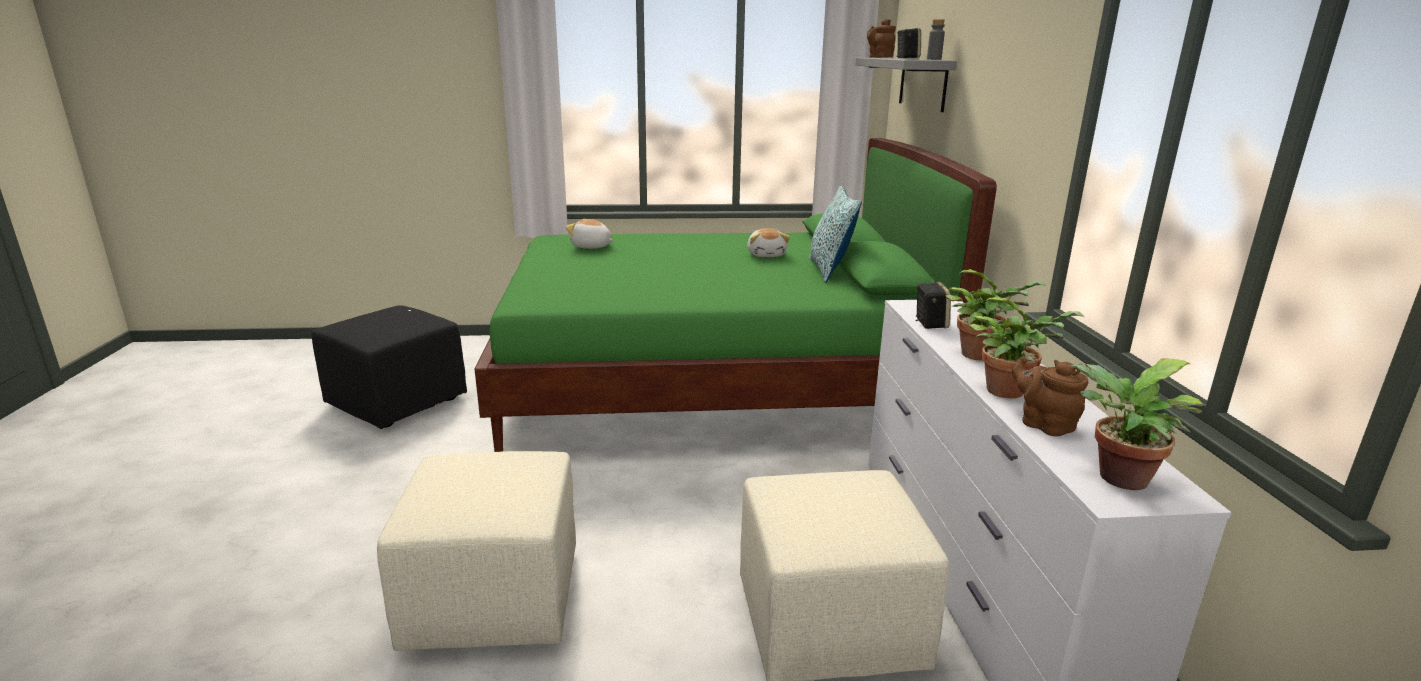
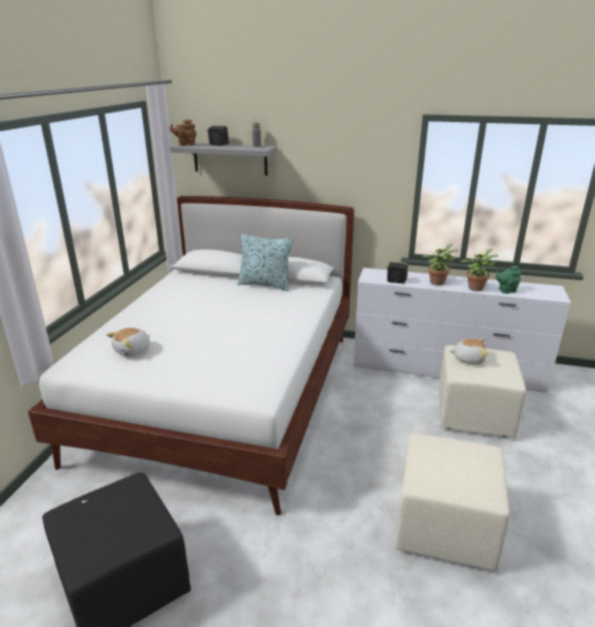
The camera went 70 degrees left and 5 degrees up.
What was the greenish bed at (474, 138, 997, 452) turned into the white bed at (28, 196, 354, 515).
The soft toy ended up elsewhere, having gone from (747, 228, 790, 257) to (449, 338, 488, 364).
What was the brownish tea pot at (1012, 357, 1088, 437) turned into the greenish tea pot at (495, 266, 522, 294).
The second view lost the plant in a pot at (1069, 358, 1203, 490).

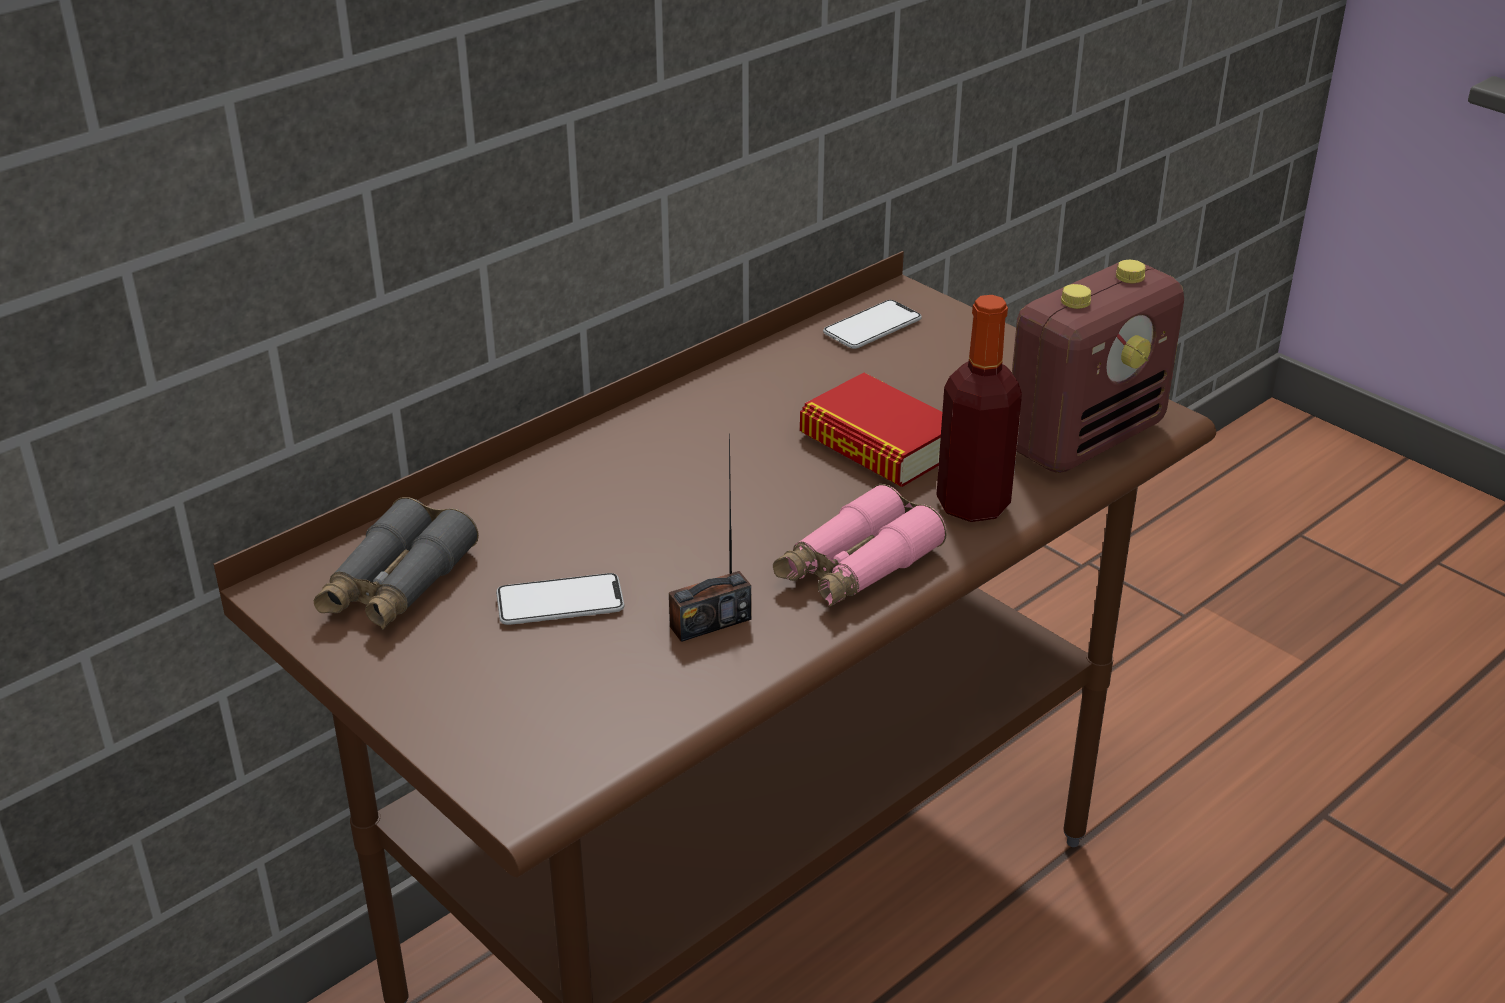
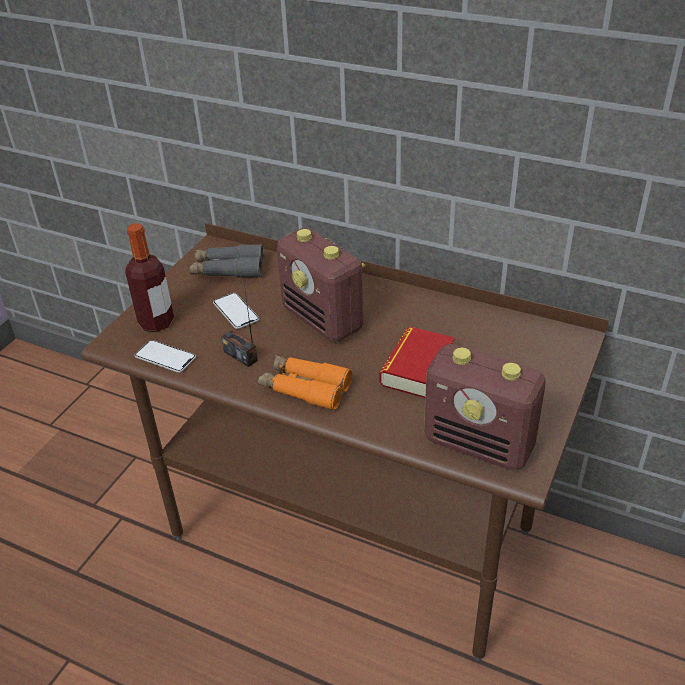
The camera went 70 degrees right and 5 degrees up.
The beverage bottle ended up elsewhere, having gone from (936, 295, 1022, 522) to (125, 223, 174, 332).
The handset ended up elsewhere, having gone from (823, 300, 922, 349) to (135, 340, 196, 373).
What was the pink-coloured pair of binoculars at (773, 484, 947, 607) turned into the orange pair of binoculars at (258, 355, 352, 410).
The second view gained the radio at (277, 228, 365, 342).

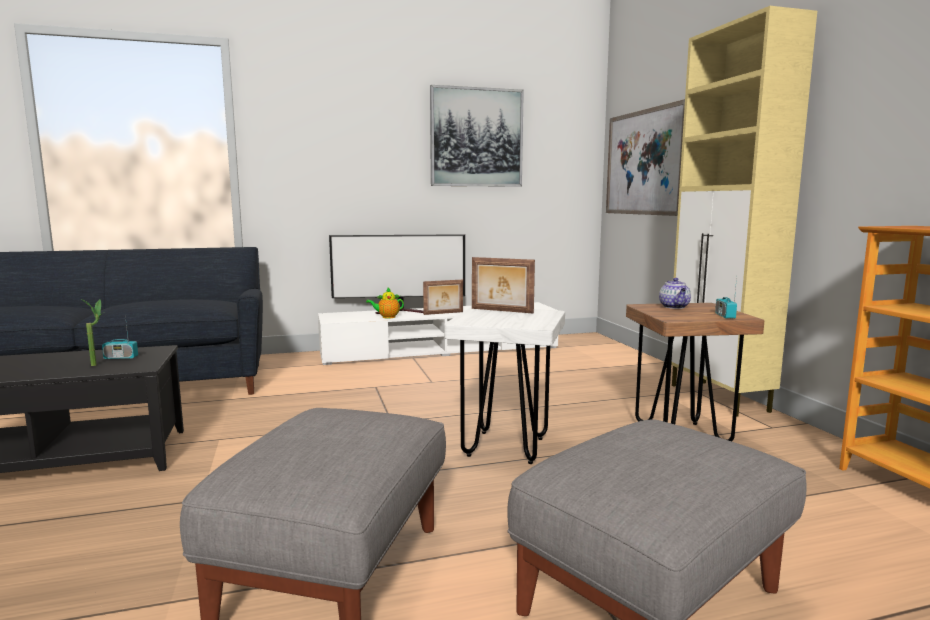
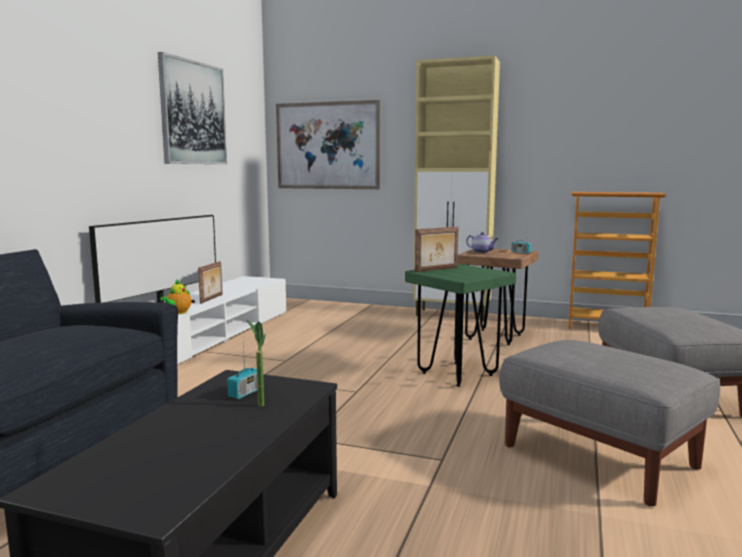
The camera went 55 degrees left and 0 degrees up.
What was the white stool at (444, 307, 565, 464) turned into the greenish stool at (405, 264, 516, 387).

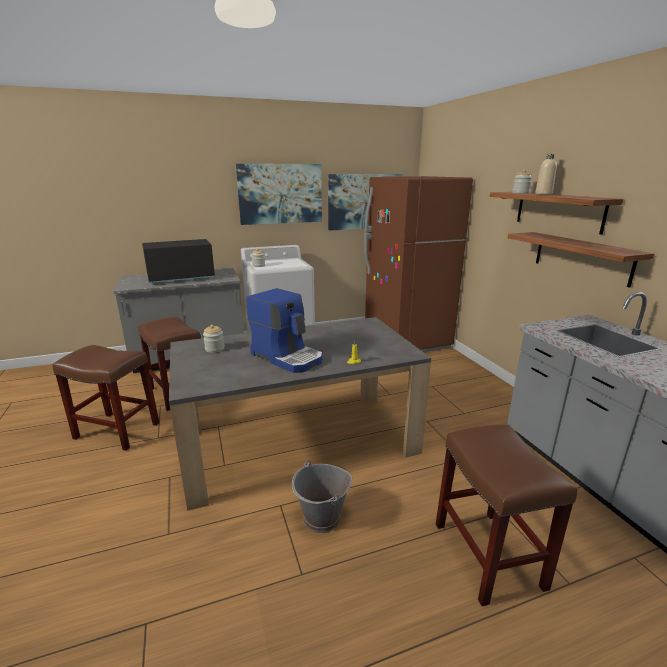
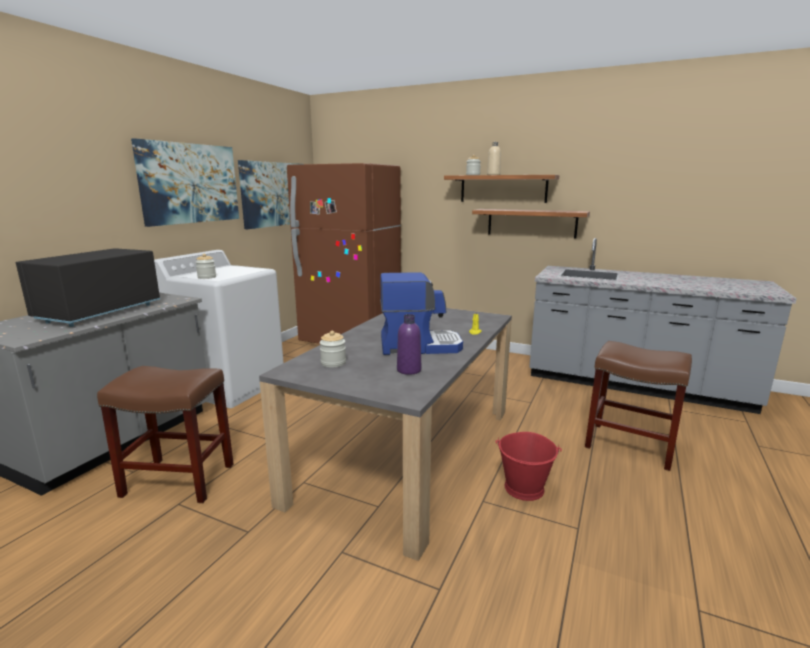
The camera went 45 degrees left and 5 degrees down.
The second view lost the brownish stool at (52, 345, 159, 451).
What was the greyish water bucket at (292, 461, 352, 533) turned into the reddish water bucket at (495, 432, 562, 501).
The second view gained the purple beverage bottle at (397, 314, 421, 375).

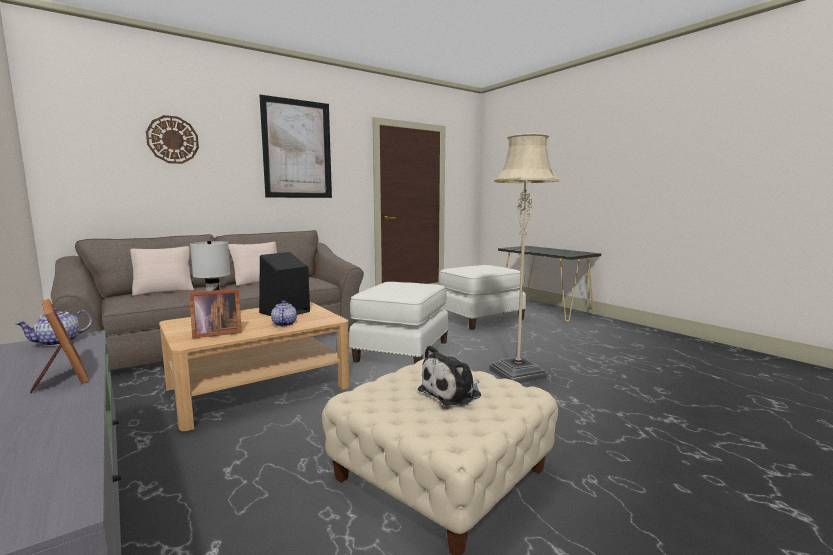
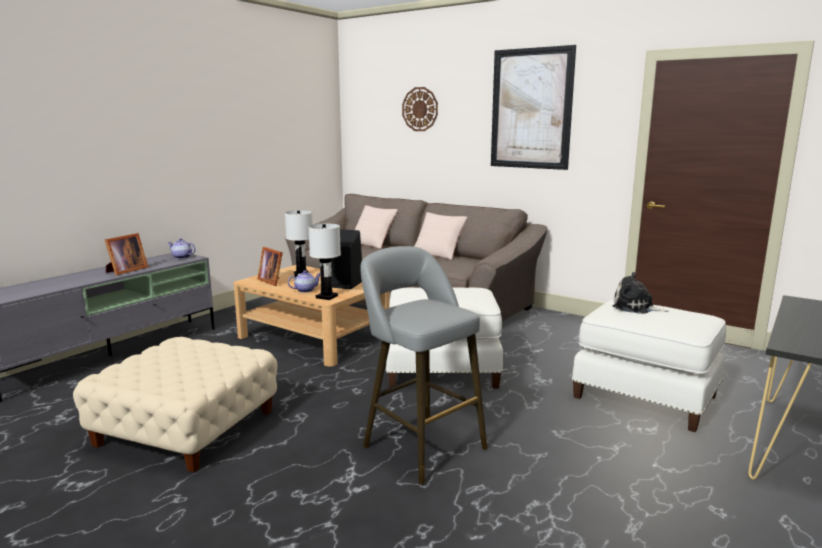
The camera went 70 degrees right and 5 degrees up.
Where the sand-coloured floor lamp stood at (489, 133, 560, 384), the greyish stool came to stand at (360, 246, 488, 485).
The soft toy ended up elsewhere, having gone from (418, 345, 481, 406) to (613, 272, 669, 314).
The second view gained the white lamp for a table at (308, 224, 341, 300).

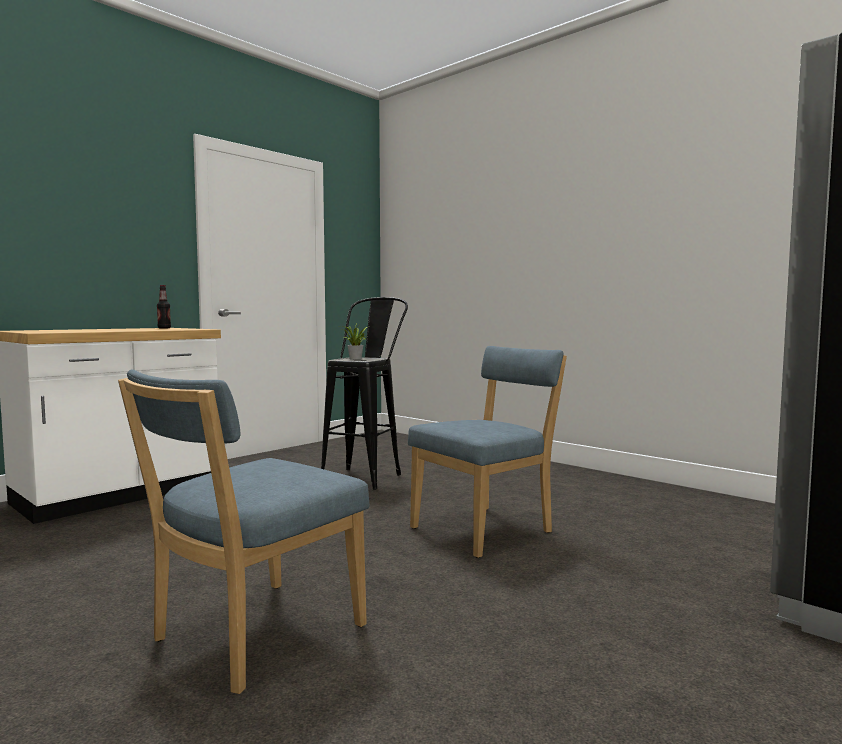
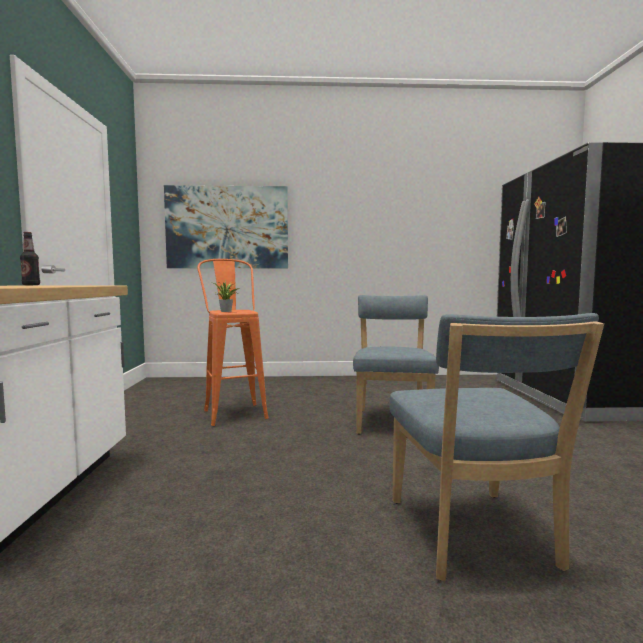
The camera went 45 degrees left and 0 degrees up.
What was the blackish stool at (321, 297, 408, 490) turned into the orange stool at (197, 259, 269, 426).
The second view gained the wall art at (164, 185, 288, 268).

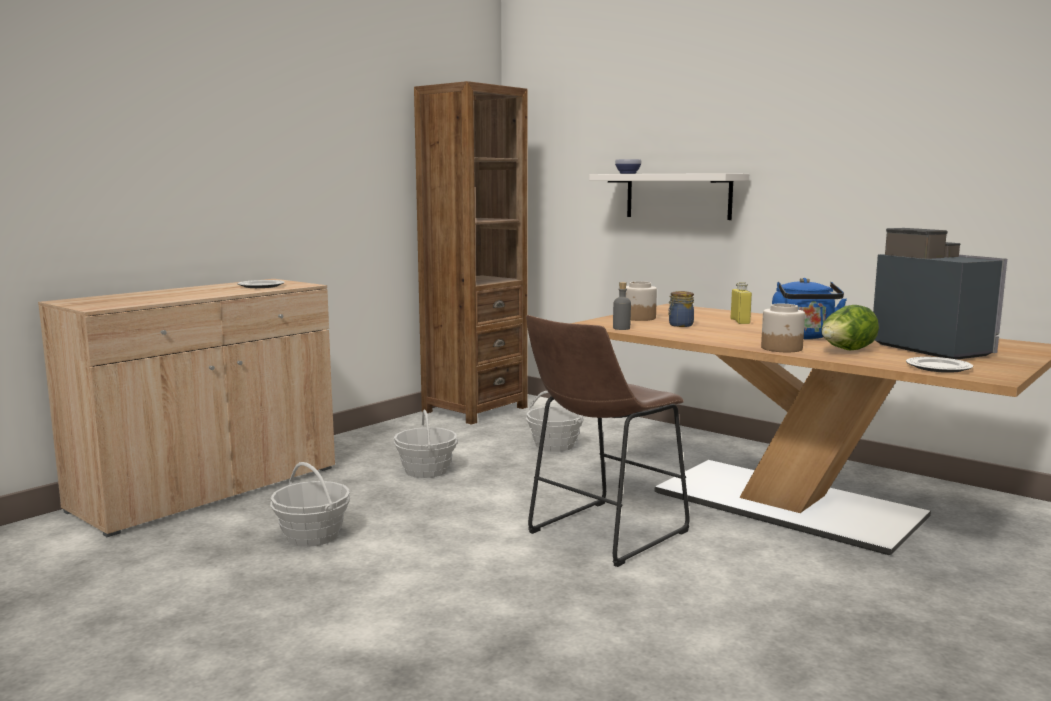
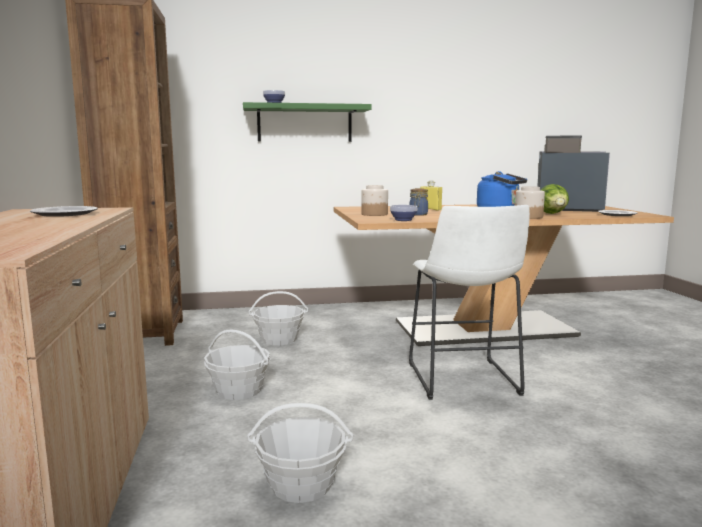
The camera went 50 degrees left and 0 degrees up.
What was the white shelf at (589, 173, 749, 220) turned into the greenish shelf at (243, 102, 372, 142).
Where the greyish beverage bottle stood at (613, 282, 631, 330), the bowl came to stand at (390, 205, 417, 221).
What was the brownish stool at (526, 315, 689, 567) turned into the white stool at (409, 205, 530, 400).

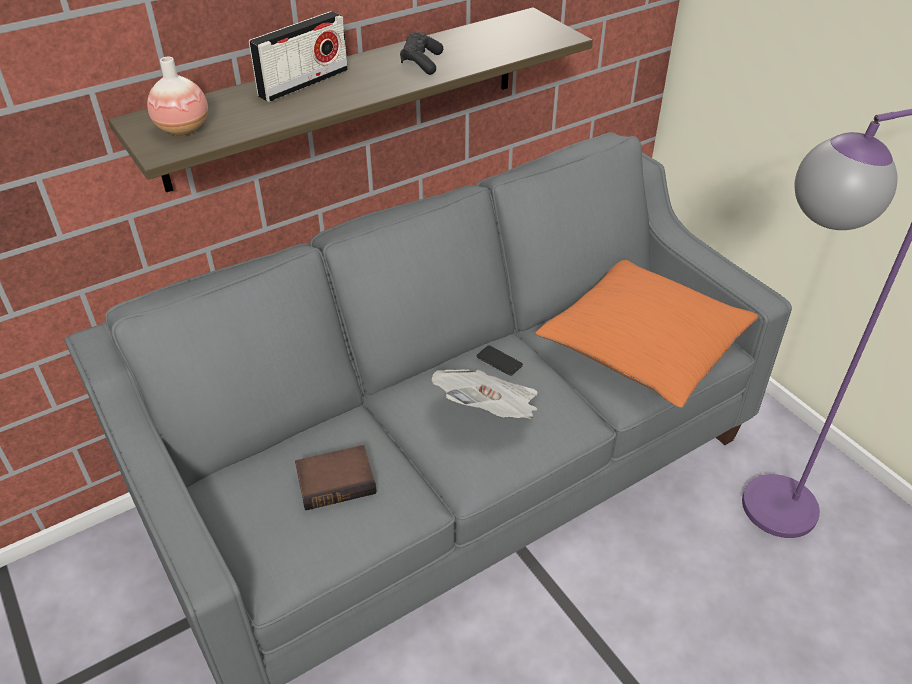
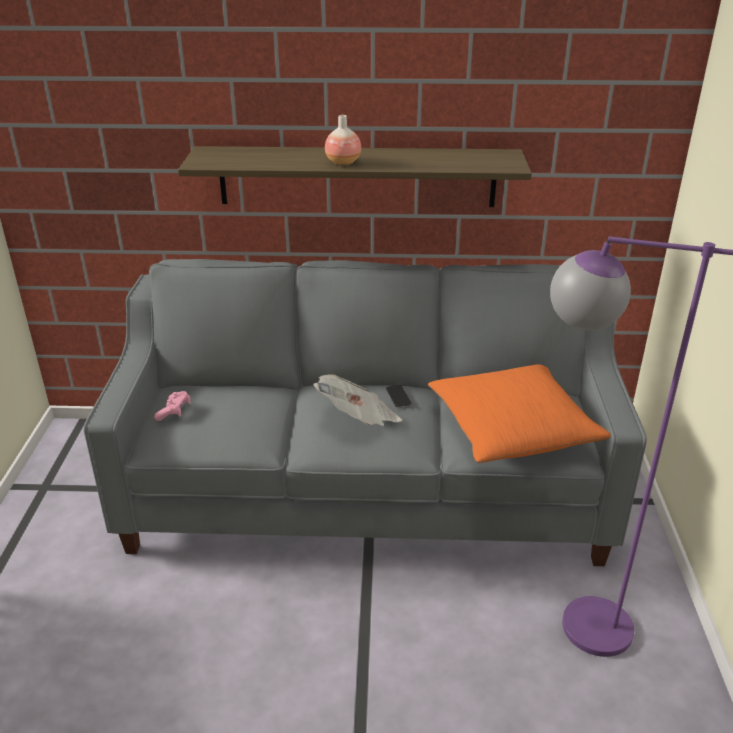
The camera went 35 degrees right and 10 degrees down.
The second view lost the radio at (249, 11, 348, 102).
The second view lost the blackish joypad at (400, 32, 443, 75).
The decorative vase ended up elsewhere, having gone from (147, 57, 208, 136) to (325, 115, 361, 166).
The second view lost the volume at (295, 445, 376, 510).
The second view gained the pink-coloured joypad at (154, 391, 190, 421).

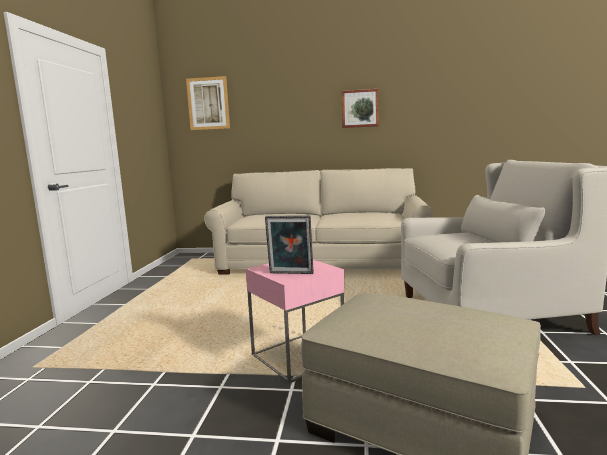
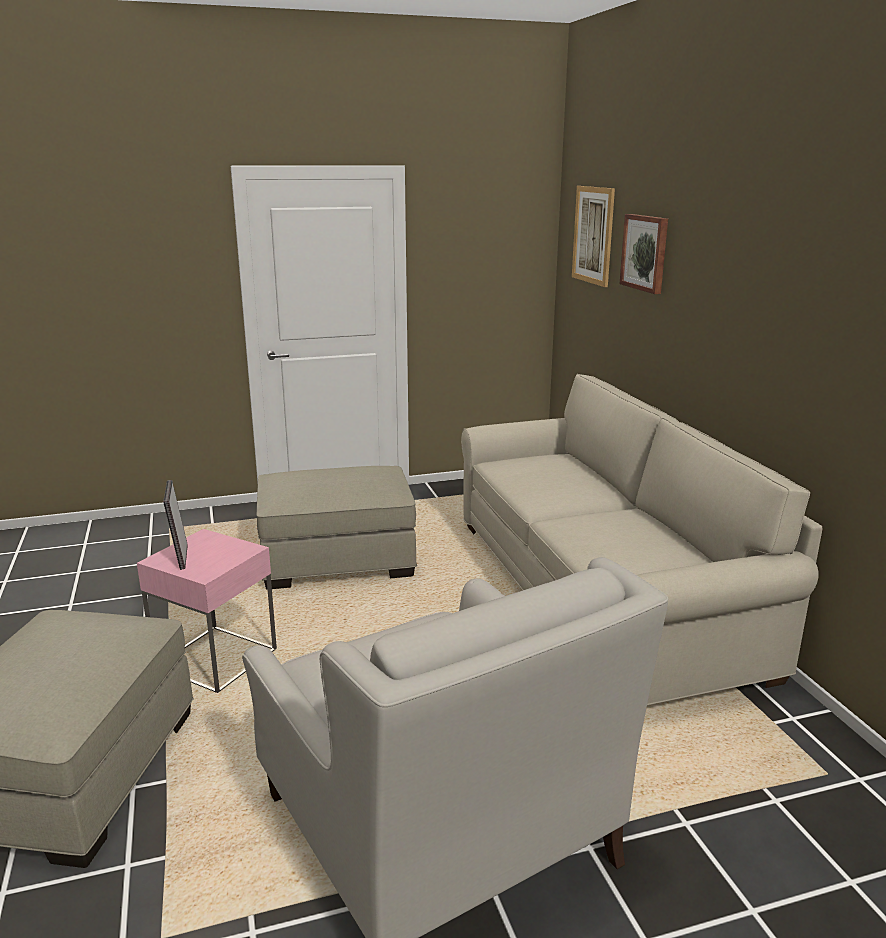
The camera went 65 degrees right and 10 degrees up.
The wall art ended up elsewhere, having gone from (342, 89, 379, 128) to (620, 214, 668, 294).
The second view gained the sand-coloured pouffe at (256, 466, 417, 589).

